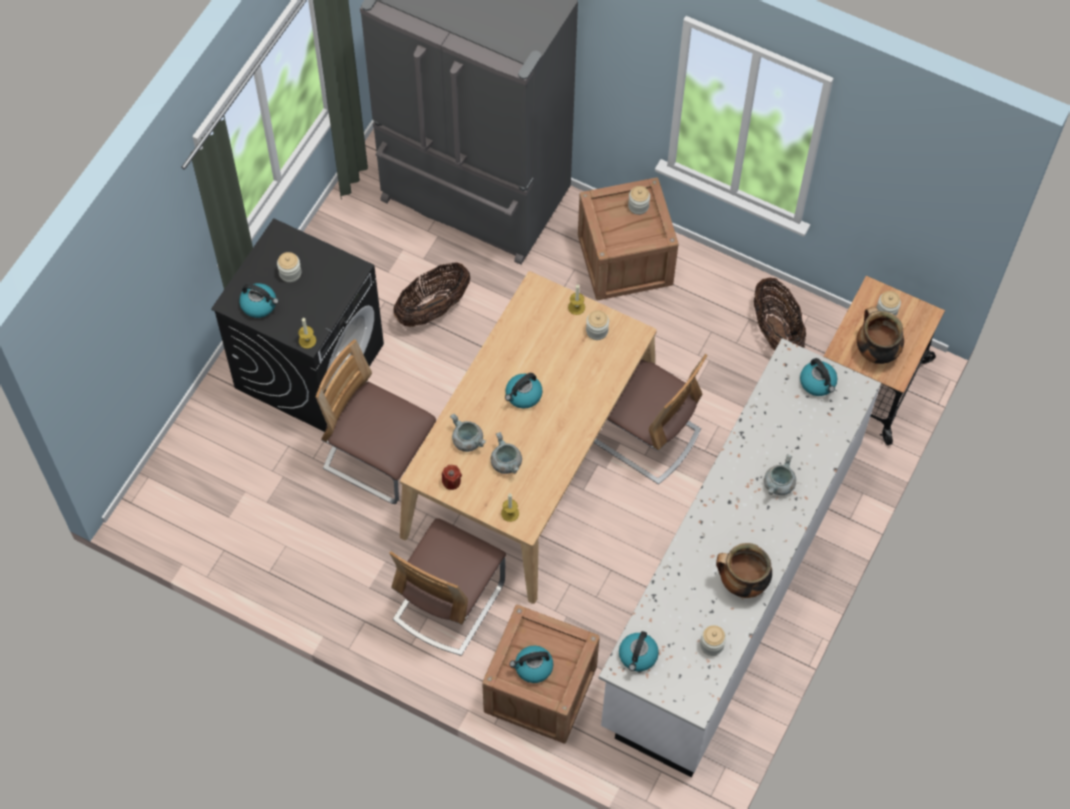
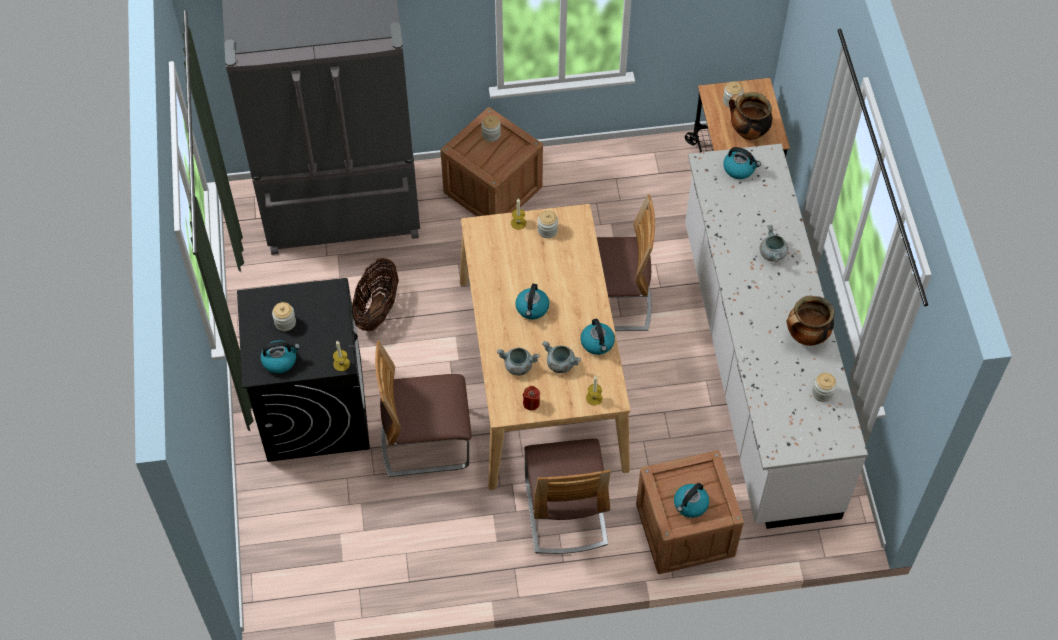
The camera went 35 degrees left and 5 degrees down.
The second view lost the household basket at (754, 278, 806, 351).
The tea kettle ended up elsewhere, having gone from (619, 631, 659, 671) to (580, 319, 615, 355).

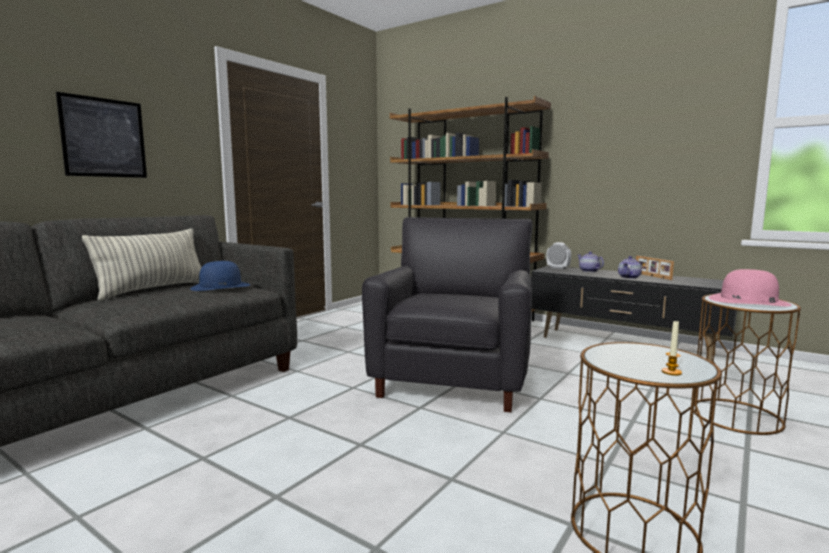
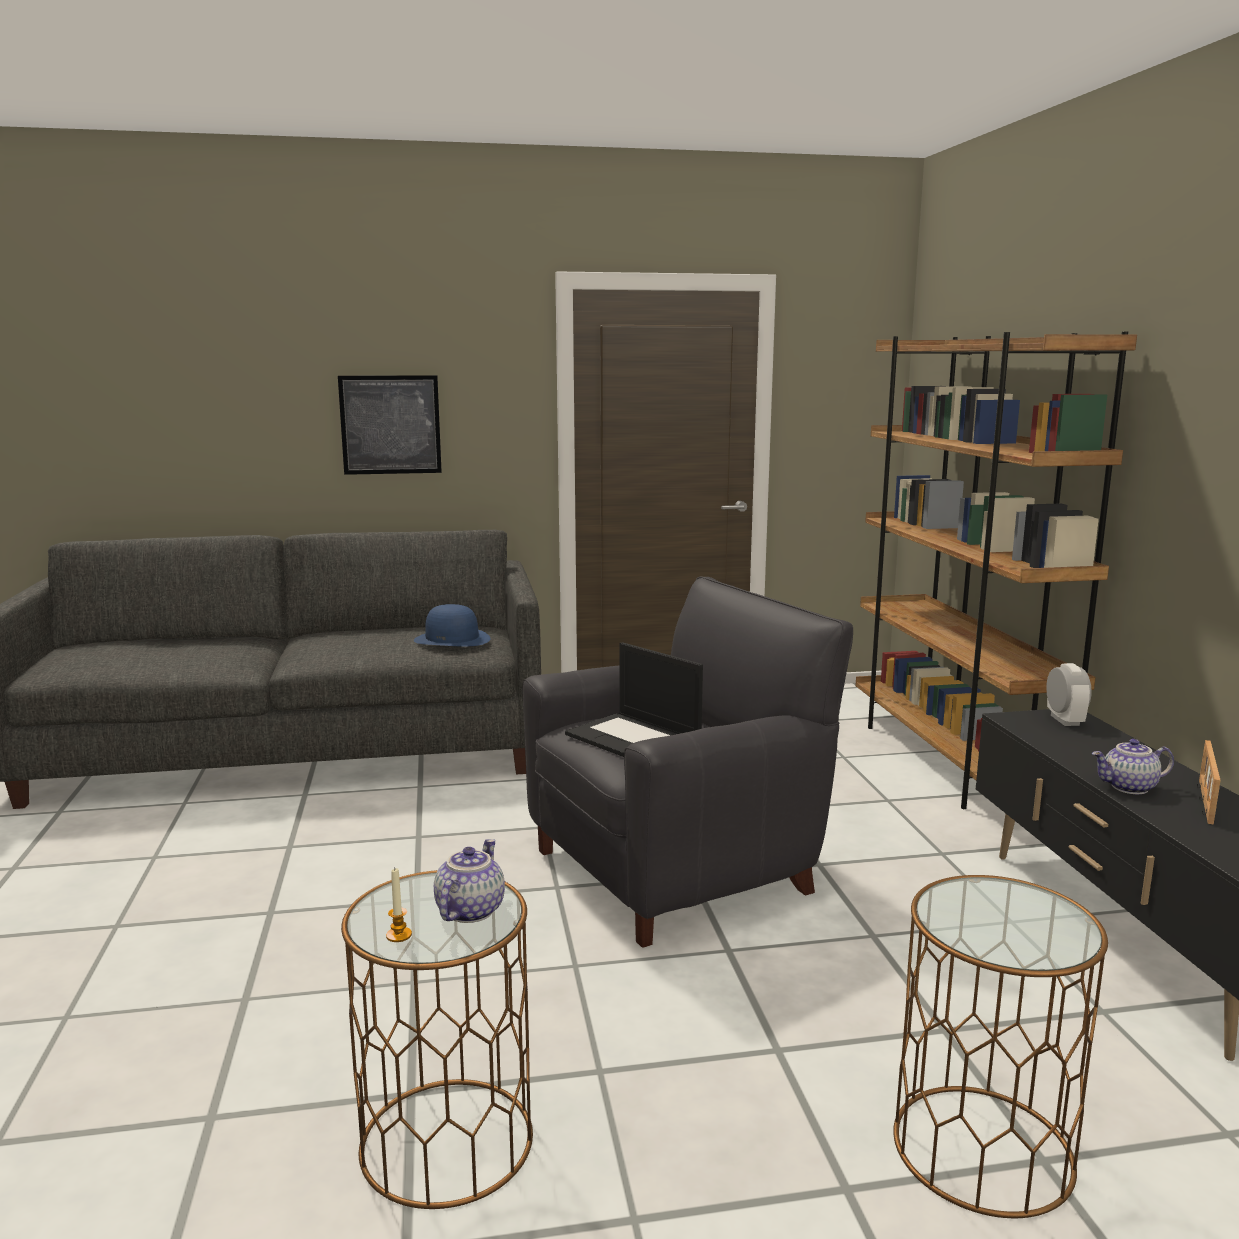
The camera went 45 degrees right and 5 degrees up.
The second view lost the pillow at (82, 228, 202, 301).
The tea pot ended up elsewhere, having gone from (578, 251, 604, 272) to (434, 839, 505, 923).
The second view lost the pink-coloured hat at (708, 269, 792, 306).
The second view gained the notebook computer at (565, 642, 703, 757).

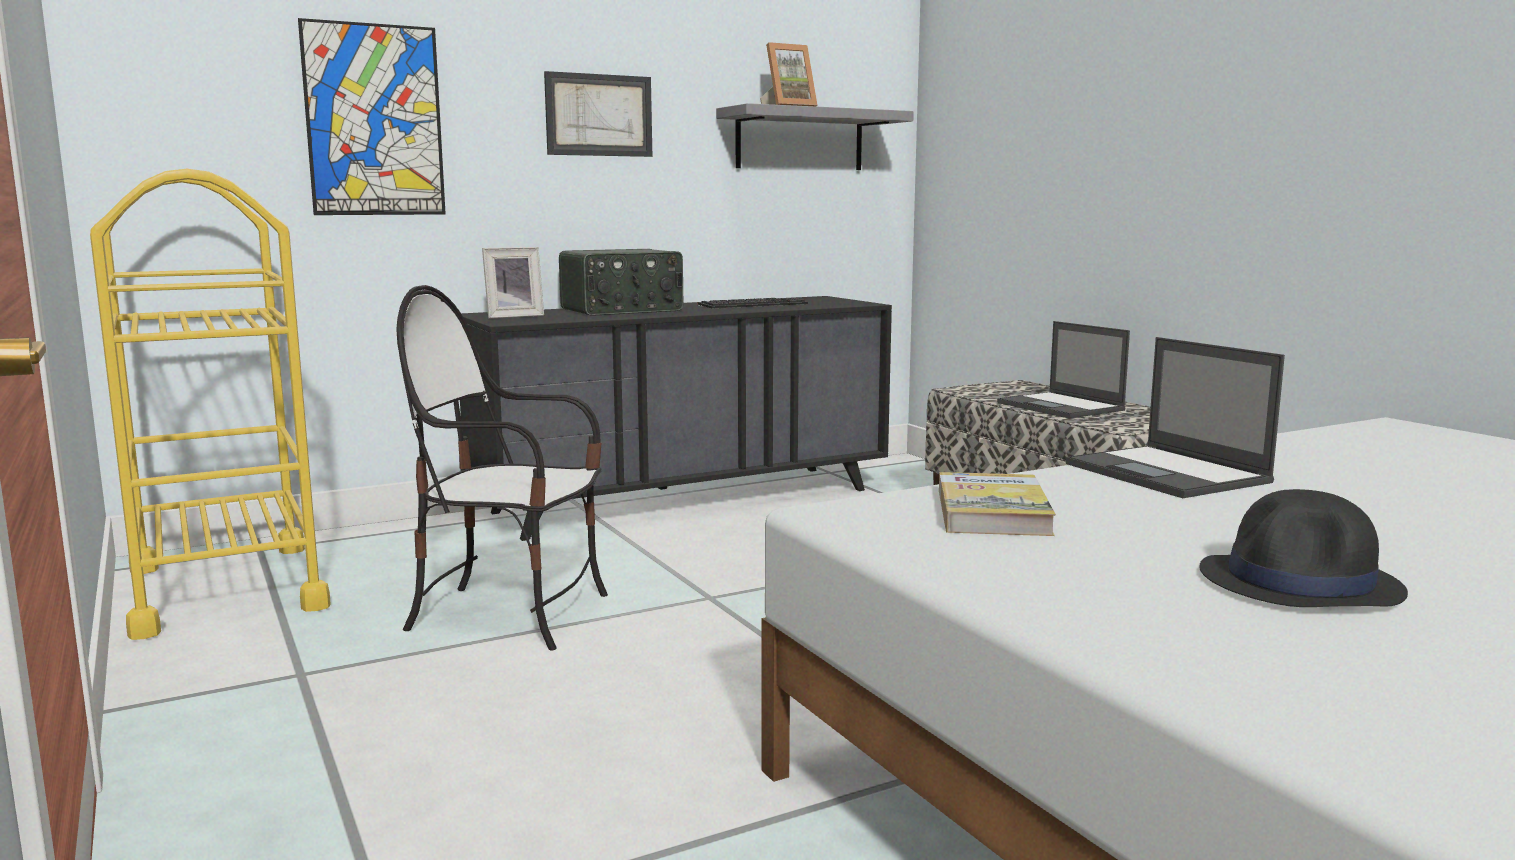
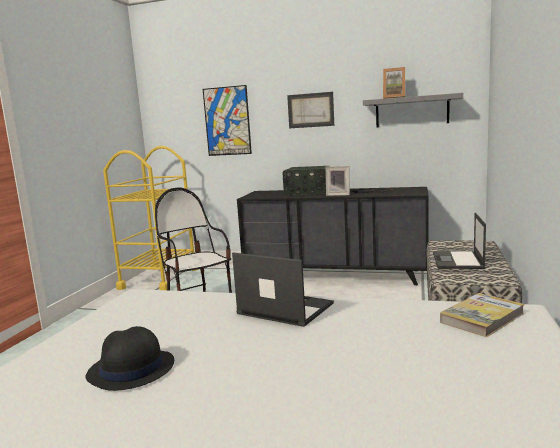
The camera went 45 degrees right and 0 degrees up.
The picture frame ended up elsewhere, having gone from (482, 247, 544, 319) to (326, 166, 350, 196).
The notebook computer at (1065, 337, 1285, 498) ended up facing another way, 105 degrees clockwise from before.
The volume ended up elsewhere, having gone from (939, 472, 1056, 536) to (440, 293, 525, 337).

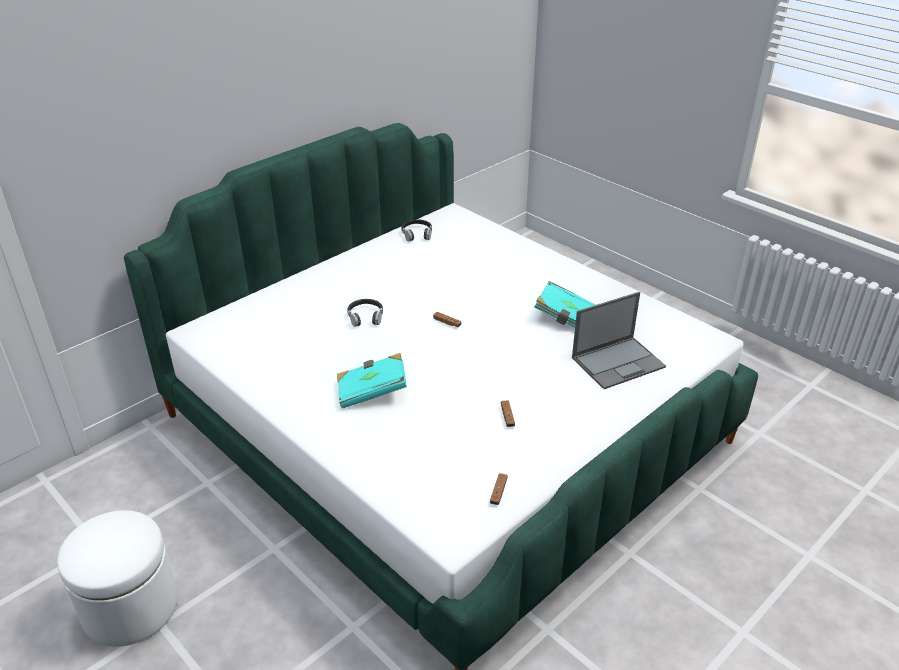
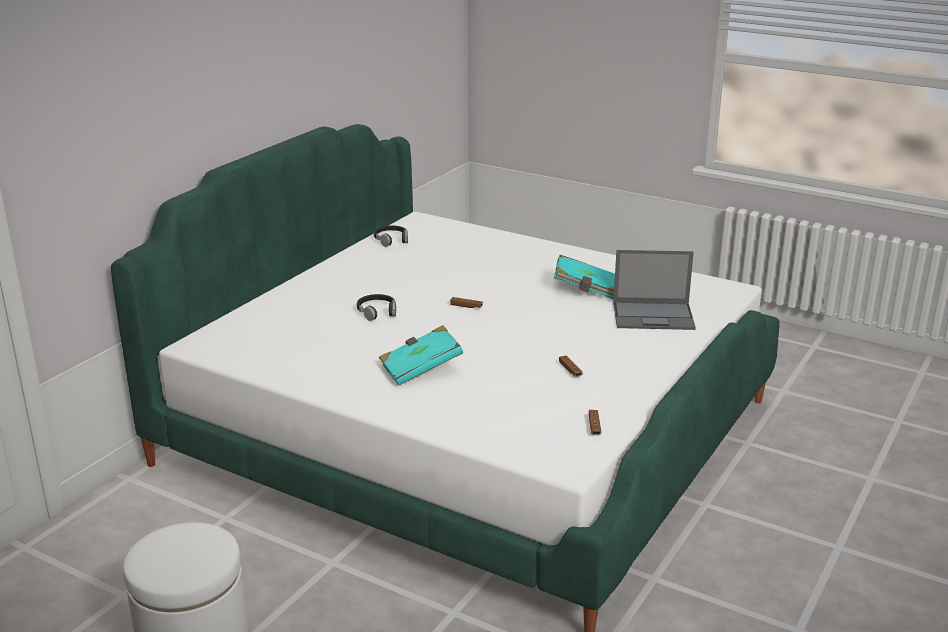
The camera went 15 degrees left and 10 degrees down.
The notebook computer at (572, 292, 666, 389) ended up facing another way, 45 degrees clockwise from before.

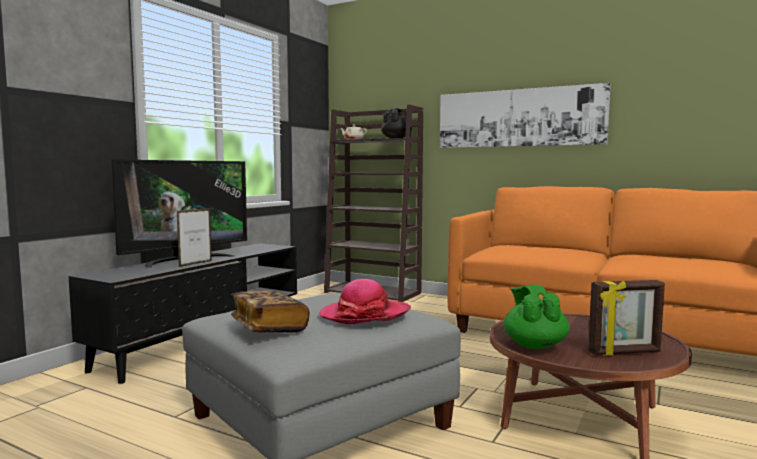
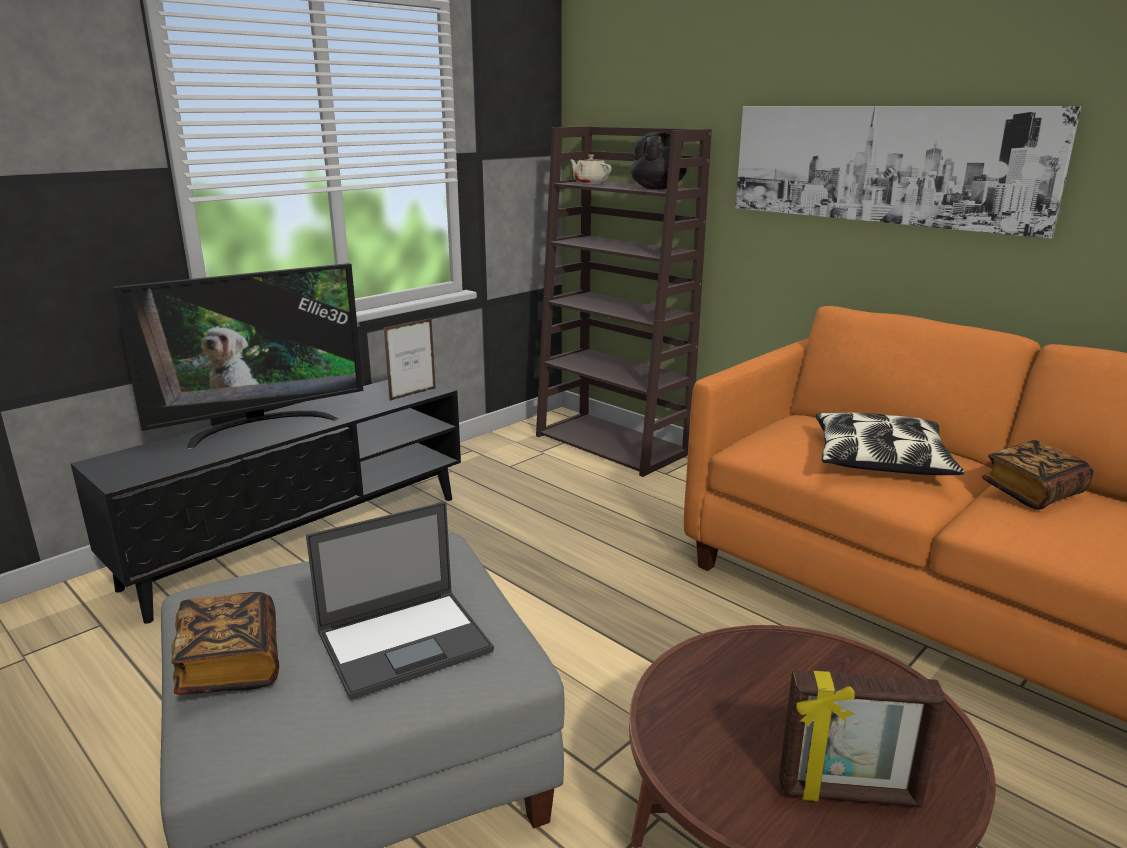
The camera went 15 degrees right and 15 degrees up.
The picture frame ended up elsewhere, having gone from (177, 208, 212, 267) to (384, 318, 436, 401).
Where the hat stood at (319, 279, 411, 324), the notebook computer came to stand at (306, 502, 494, 700).
The second view lost the greenish tea pot at (503, 285, 570, 349).
The second view gained the pillow at (816, 412, 965, 475).
The second view gained the volume at (982, 440, 1093, 510).

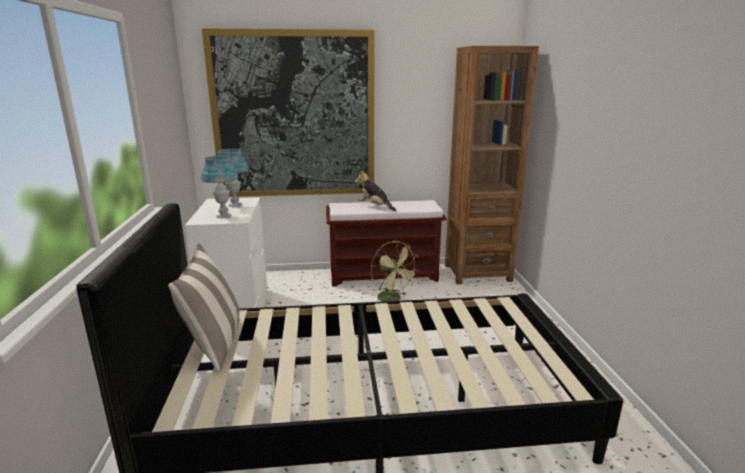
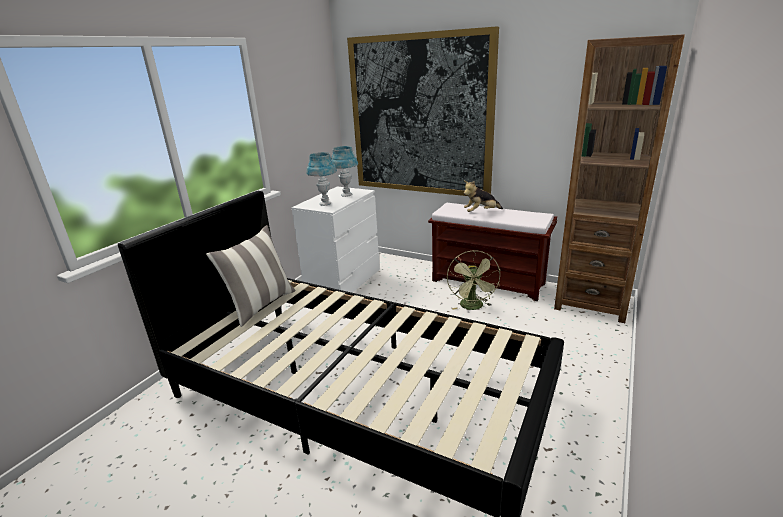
The camera went 35 degrees right and 5 degrees up.
The soft toy at (355, 171, 396, 211) ended up facing another way, 90 degrees counterclockwise from before.

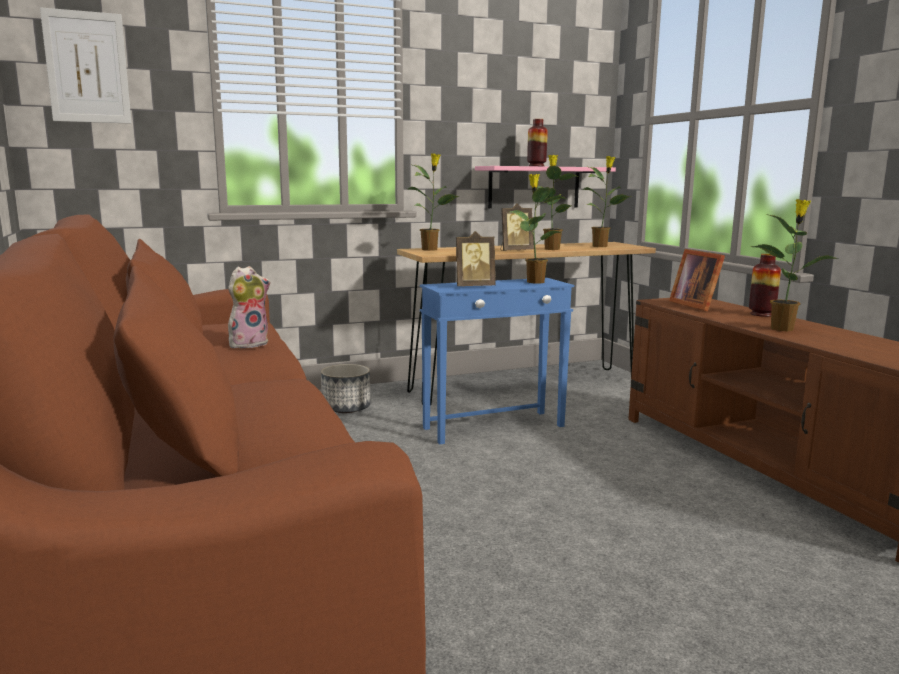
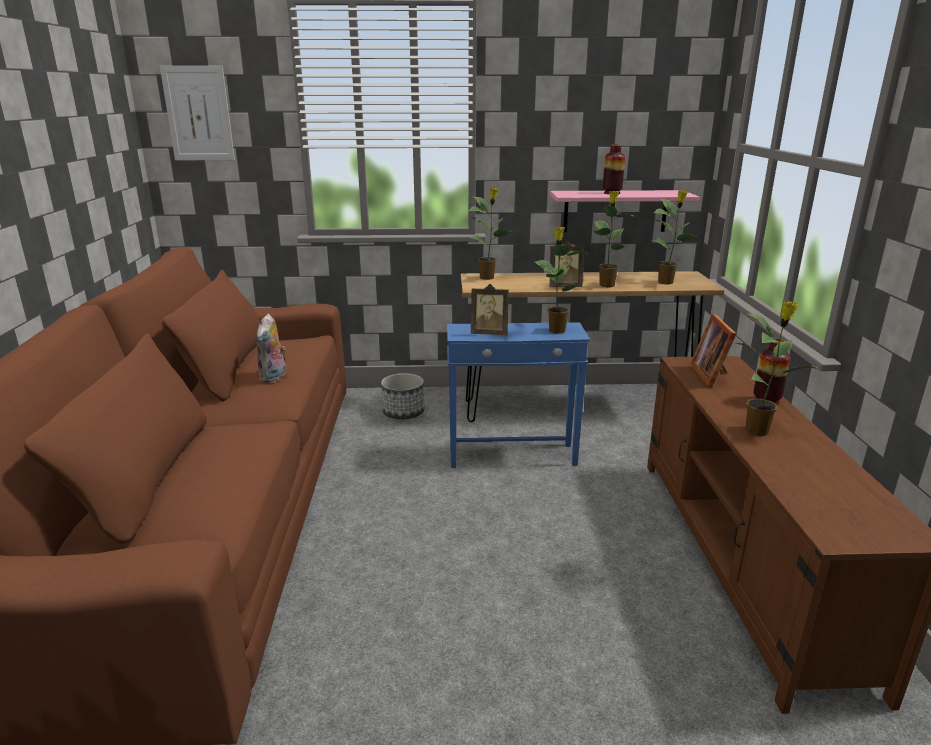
The camera went 20 degrees right and 10 degrees up.
The soft toy at (228, 266, 271, 348) ended up facing another way, 120 degrees clockwise from before.

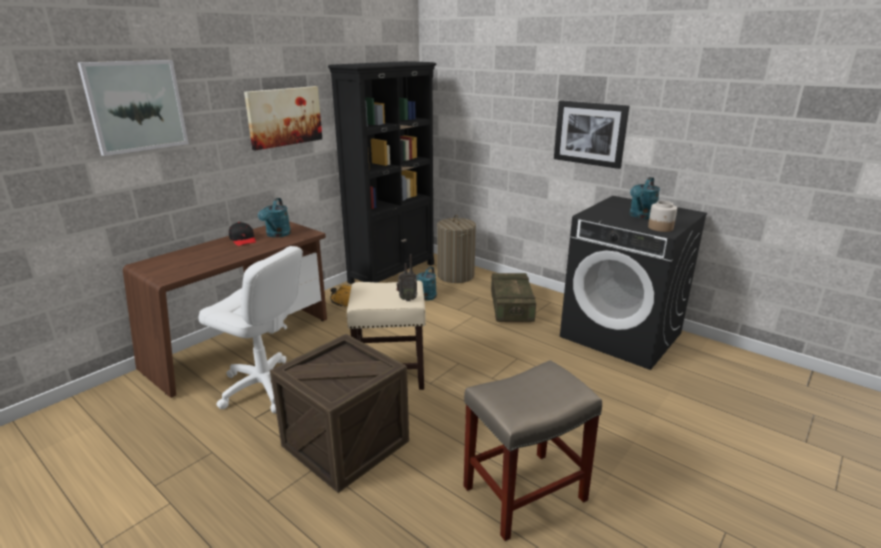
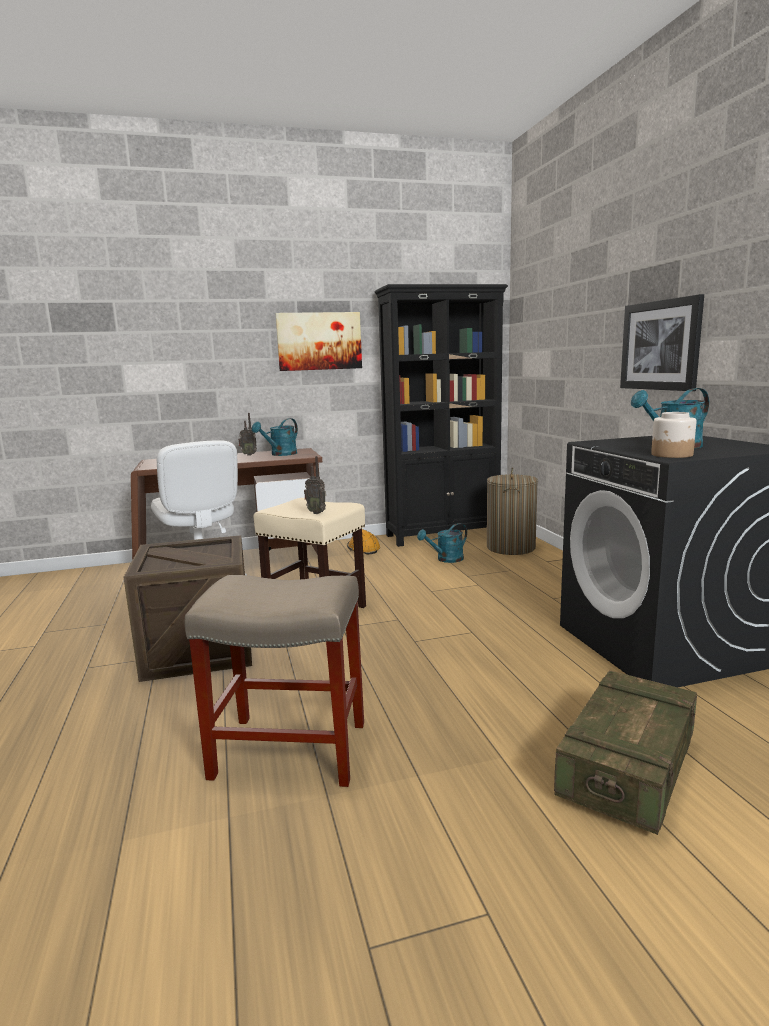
The camera went 35 degrees right and 10 degrees down.
The second view lost the wall art at (77, 60, 188, 156).
Where the blackish cap stood at (229, 222, 256, 246), the radio came to stand at (238, 413, 257, 456).
The crate ended up elsewhere, having gone from (491, 273, 536, 322) to (554, 670, 697, 835).

